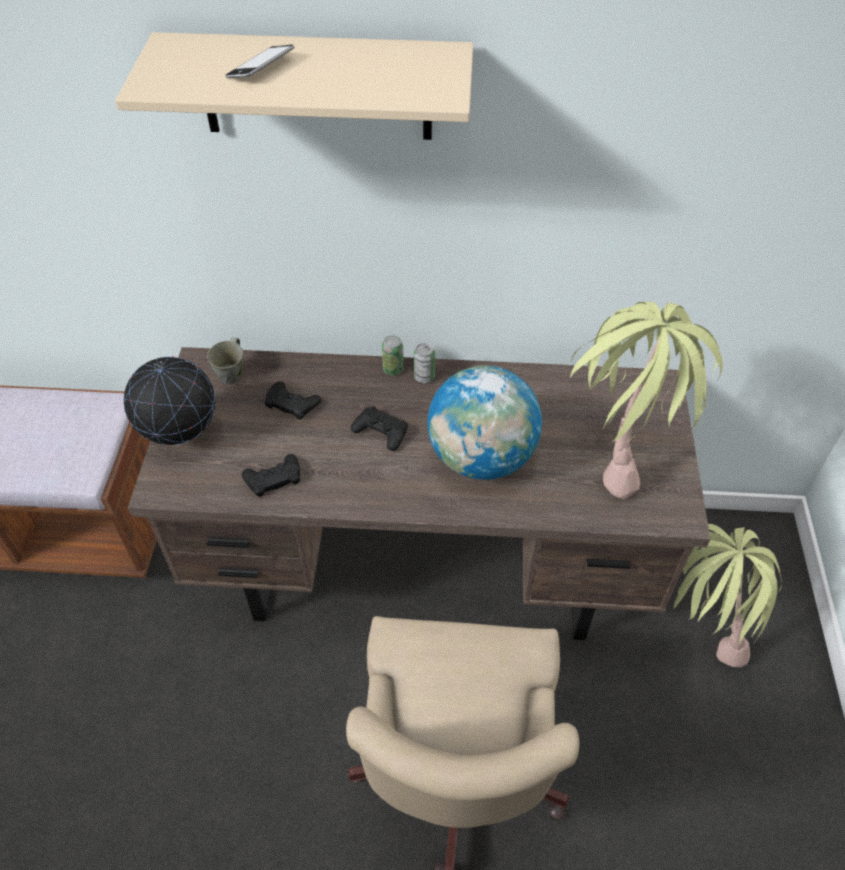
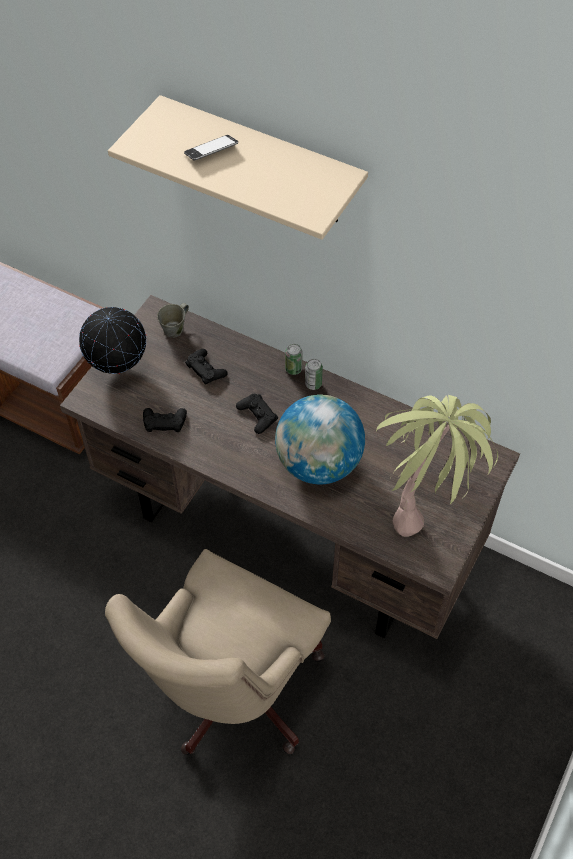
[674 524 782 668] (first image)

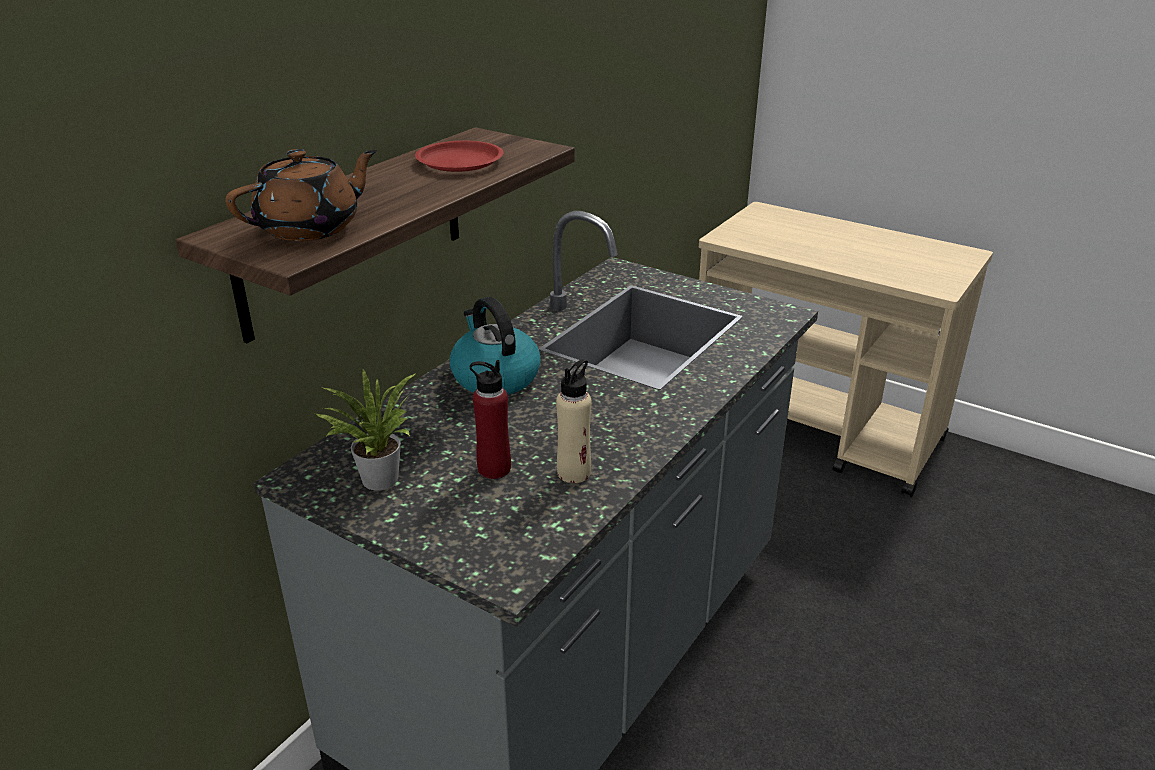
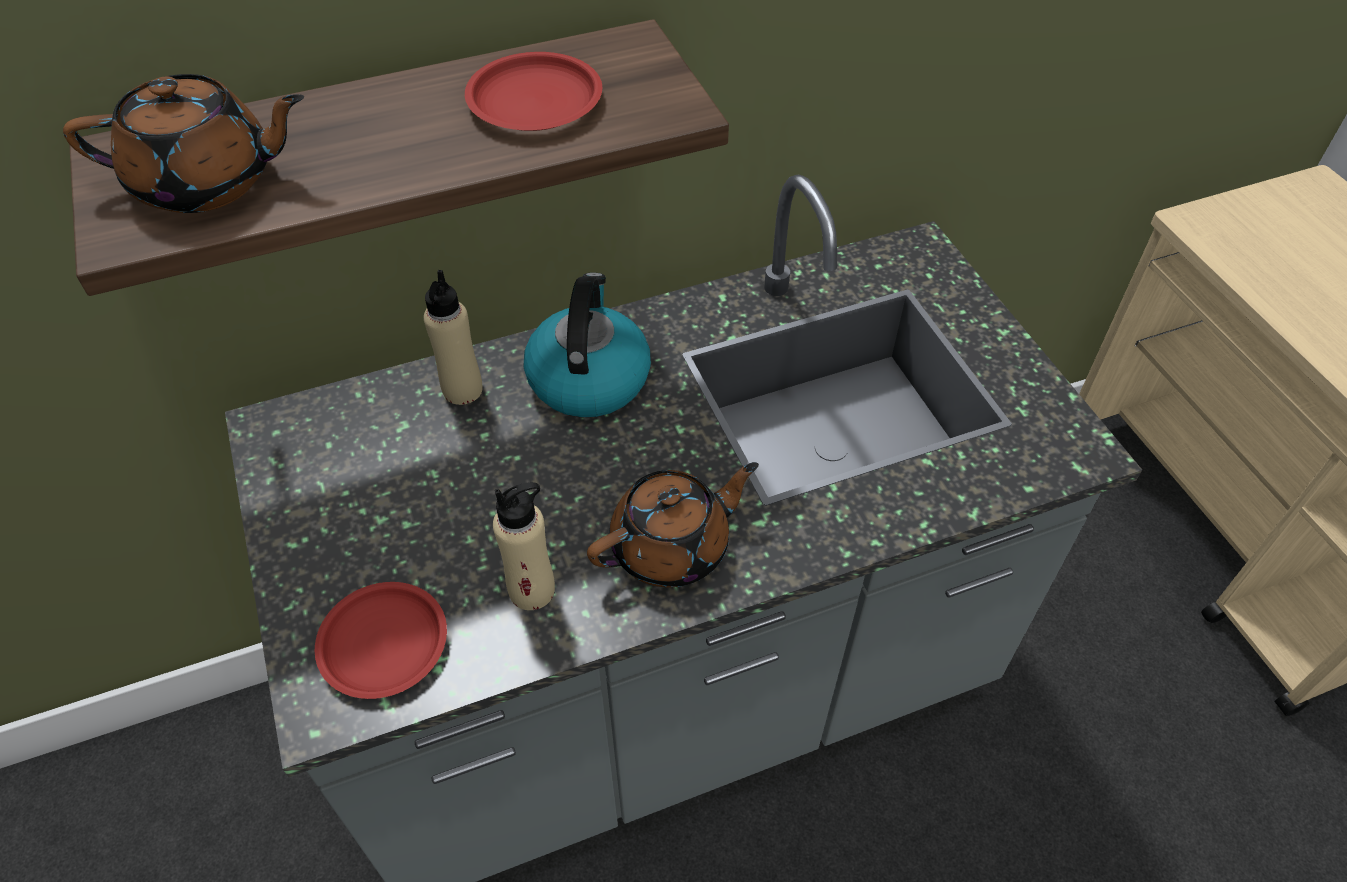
[315 582 447 699]
[424 270 483 405]
[587 462 759 587]
[316 369 415 490] (first image)
[470 360 511 479] (first image)

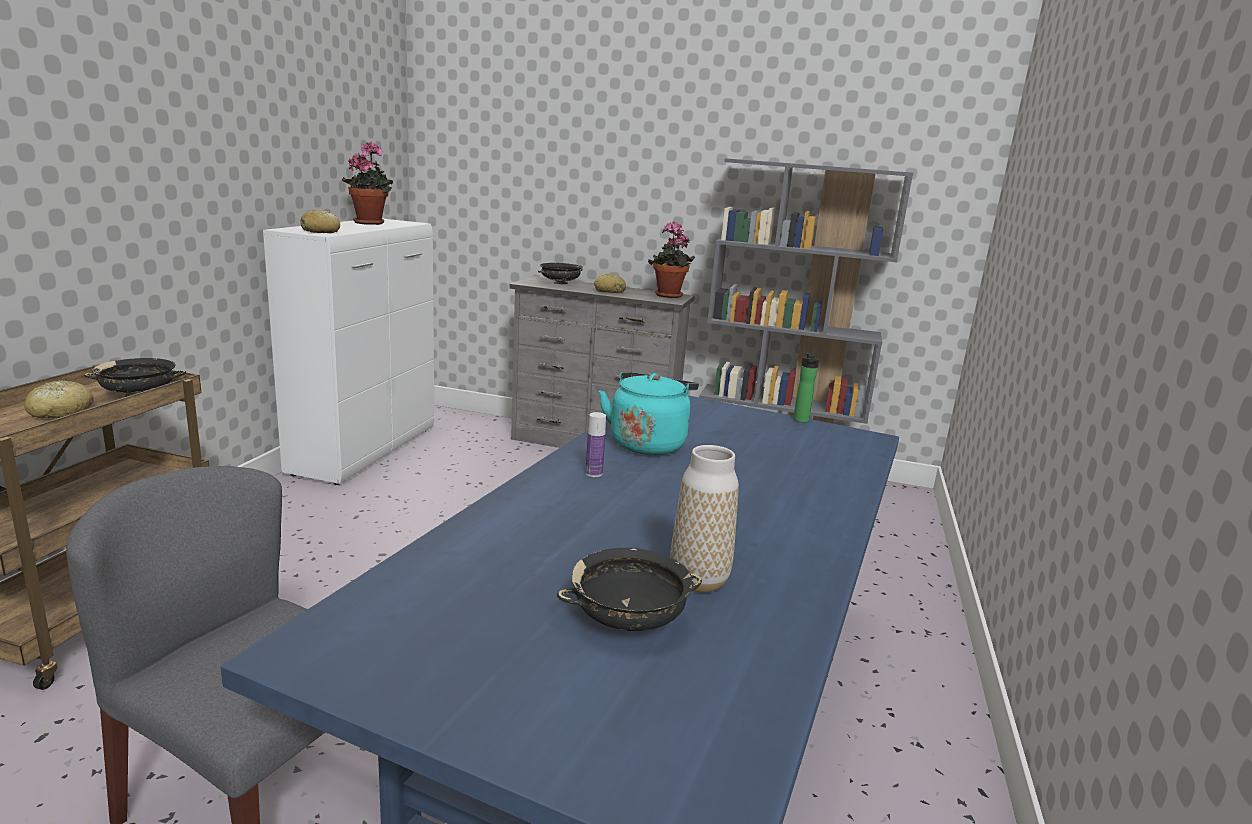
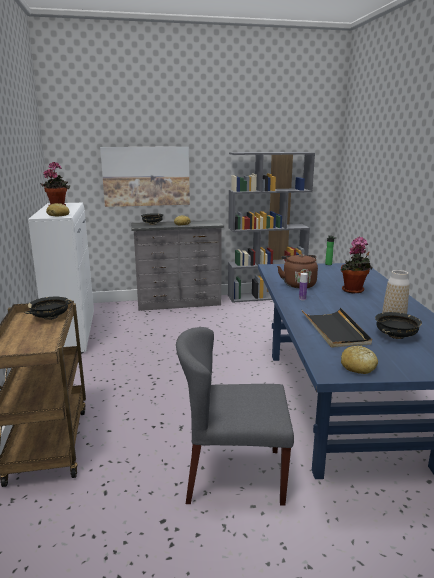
[100 147 190 207]
[277 254 318 288]
[302 308 372 348]
[340 237 372 294]
[341 346 378 374]

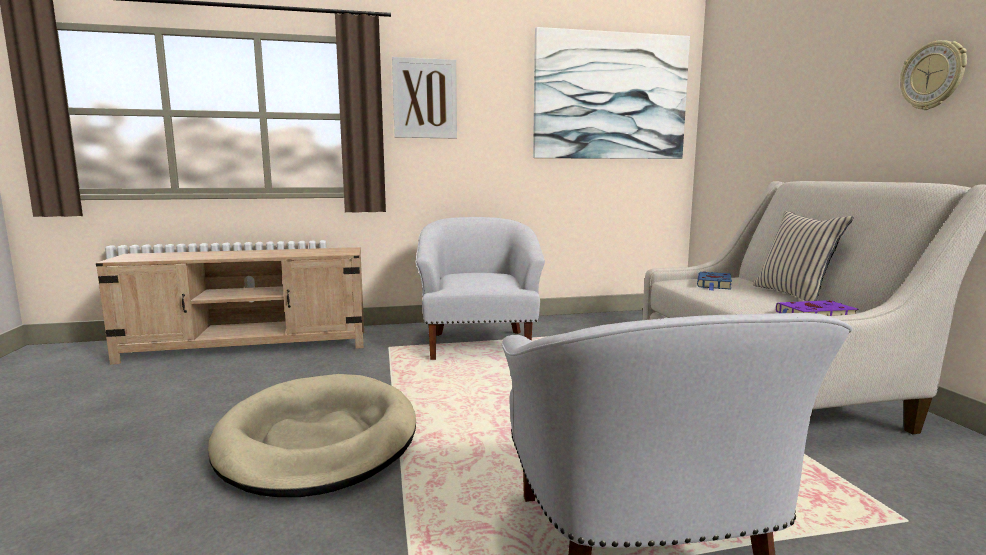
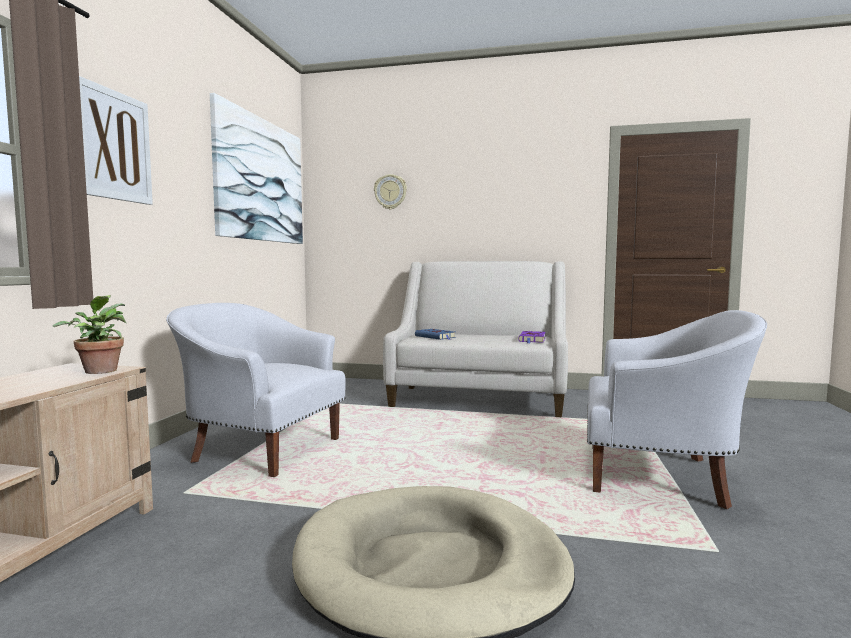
[53 295 126 374]
[374 174 407 210]
[753 211 854 301] (first image)

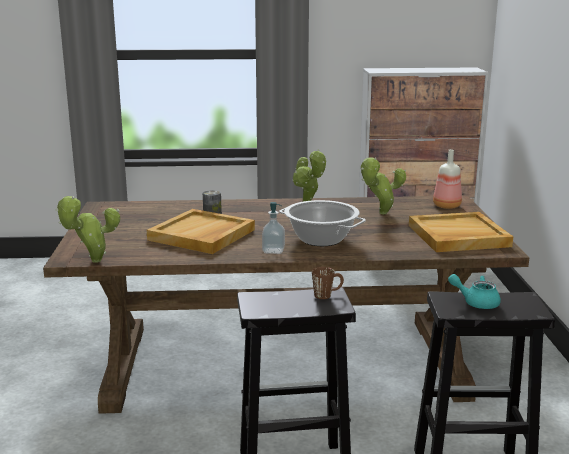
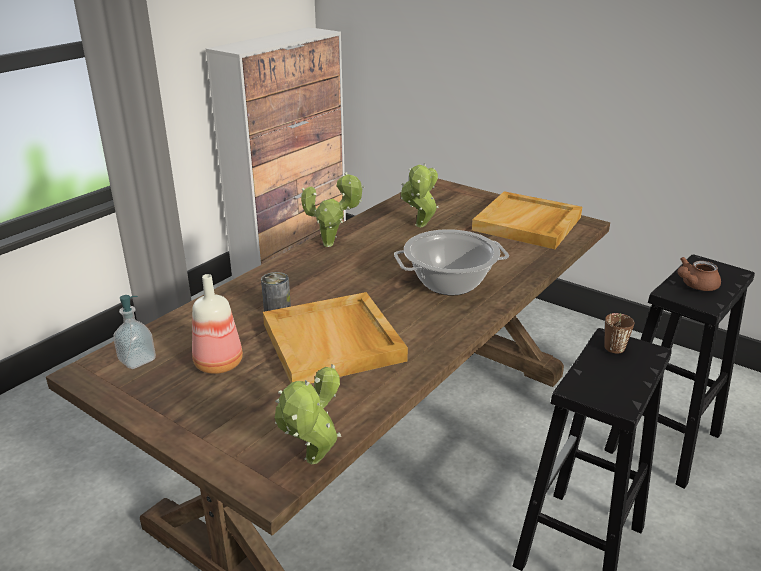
[113 295 156 369]
[192 274 243 374]
[677 257 721 291]

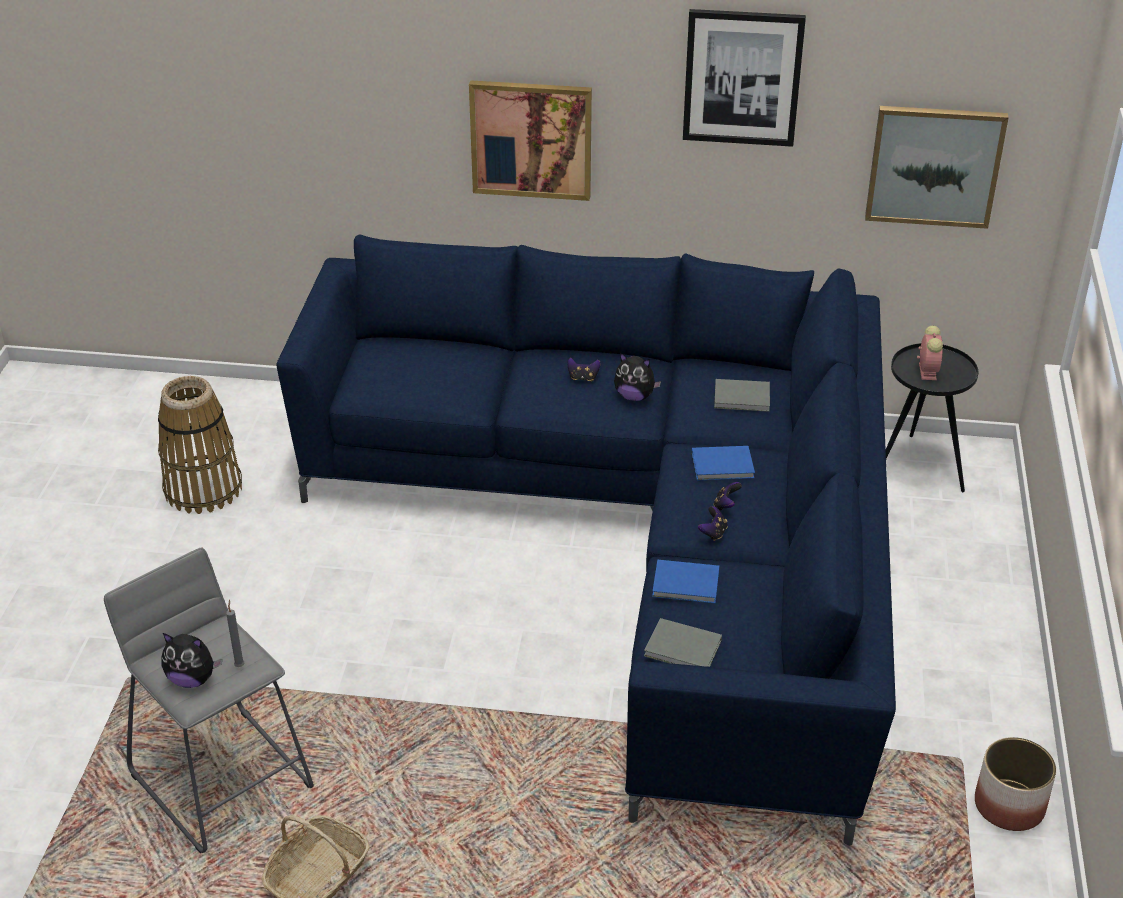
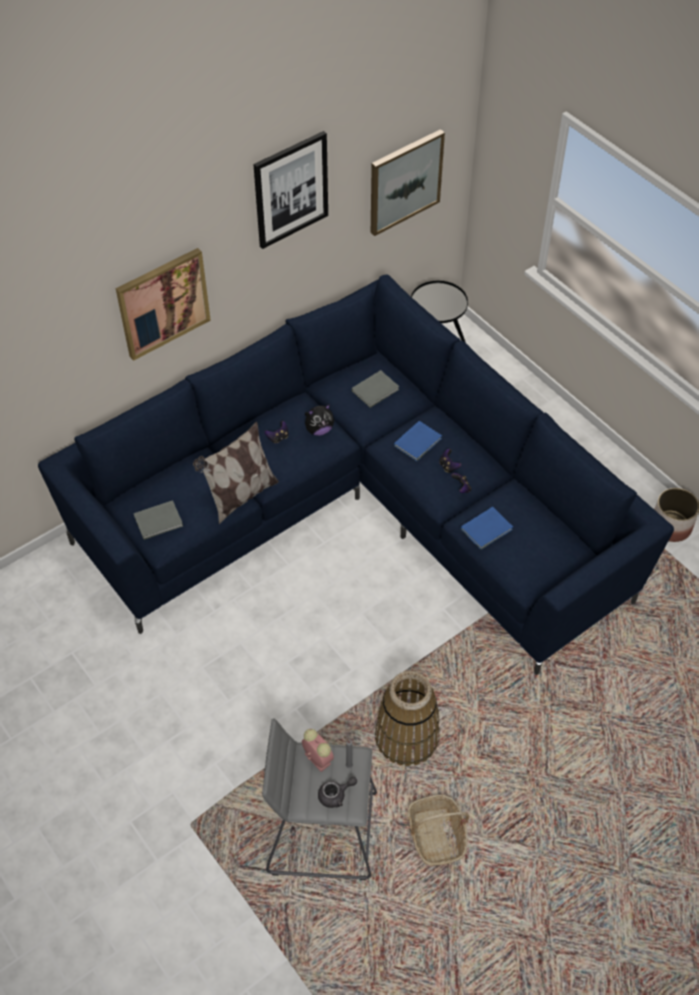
[134 500 183 540]
[193 422 279 524]
[302 729 334 772]
[318 777 357 808]
[375 671 440 766]

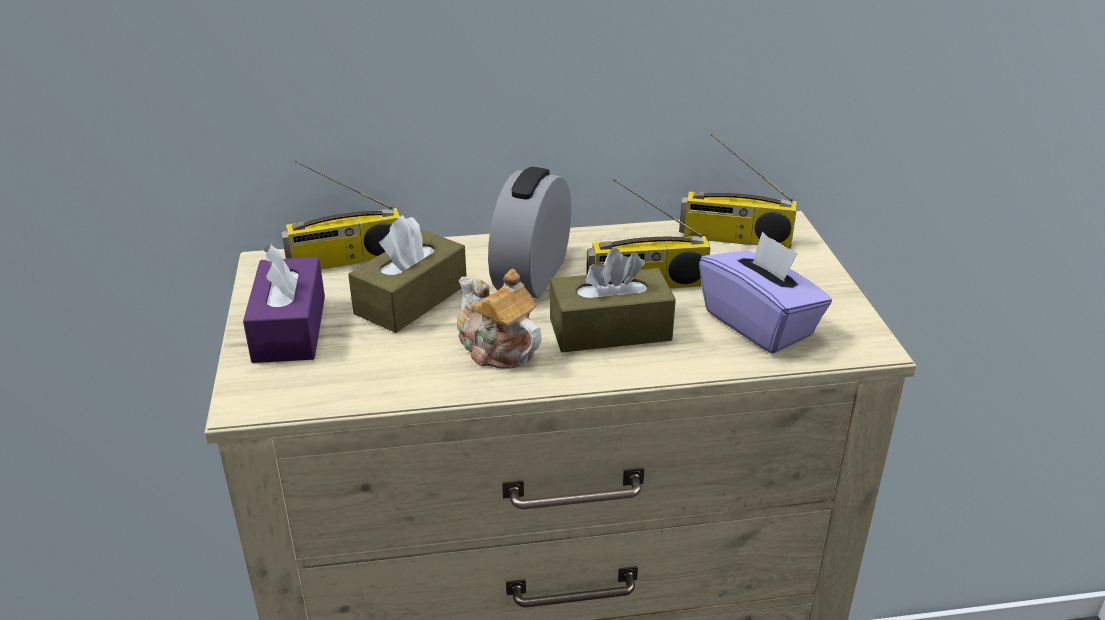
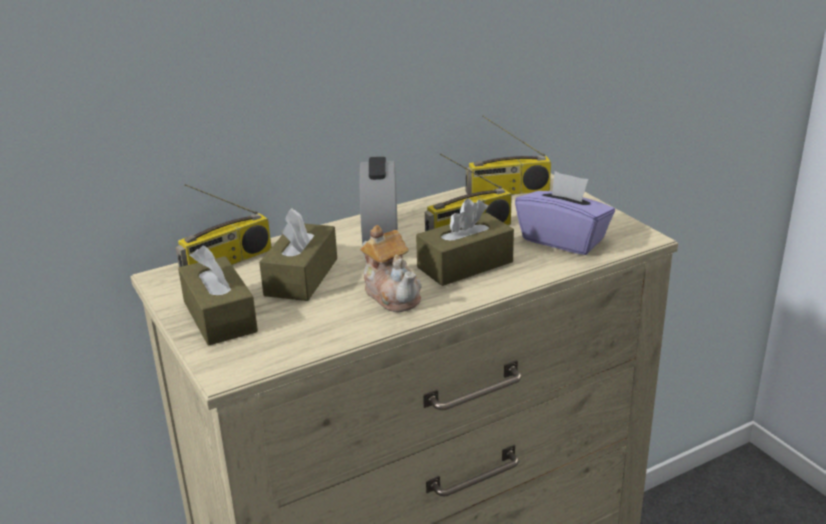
[178 246 258 345]
[360 225 422 312]

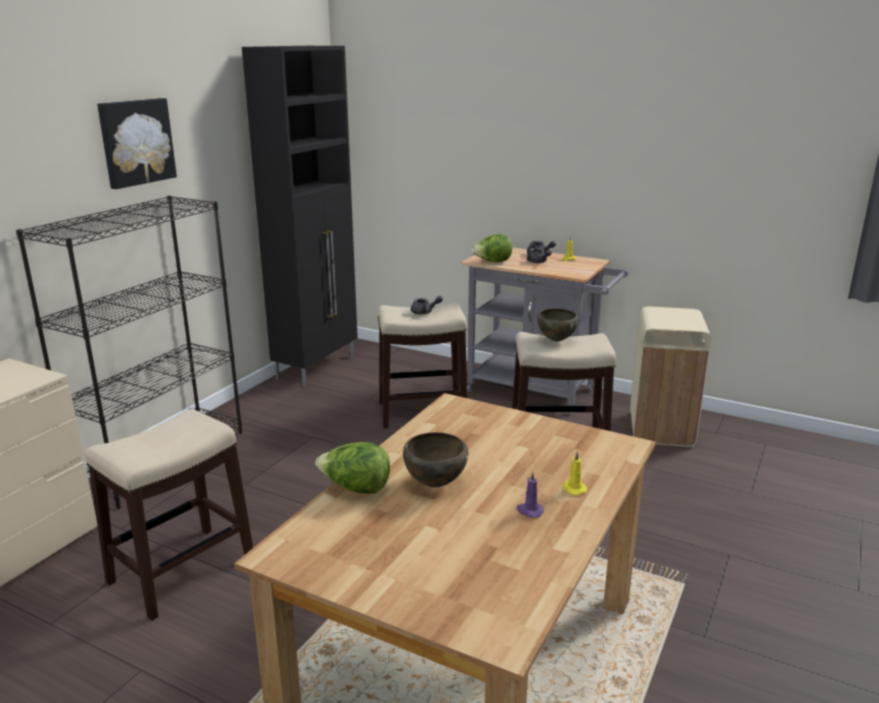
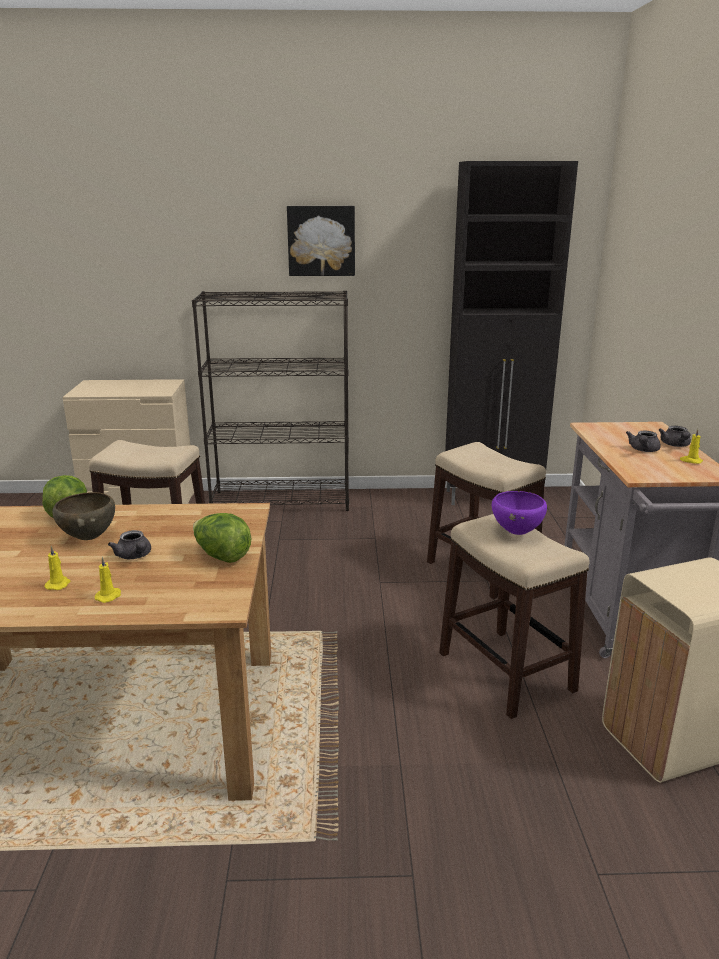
[45 546 70 590]
[108 530 151 559]
[193 513 252 563]
[492 491 547 535]

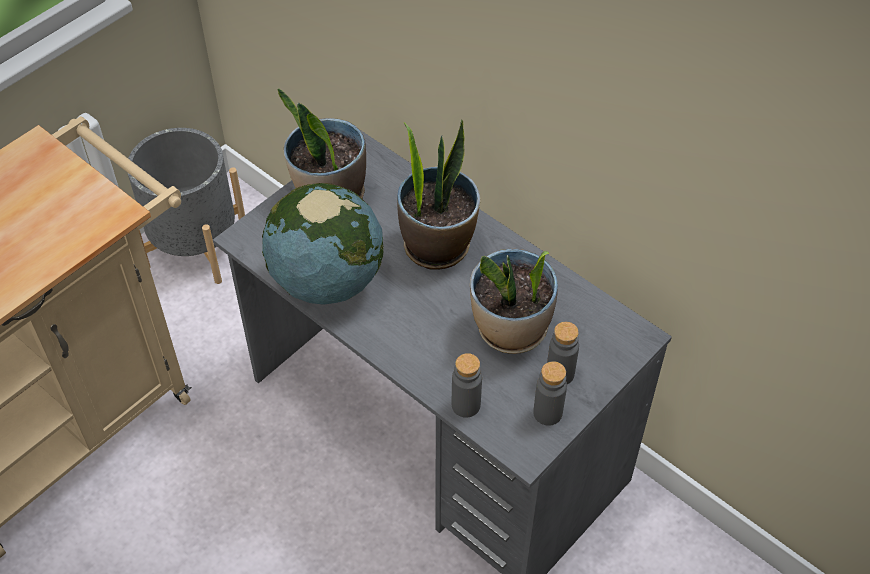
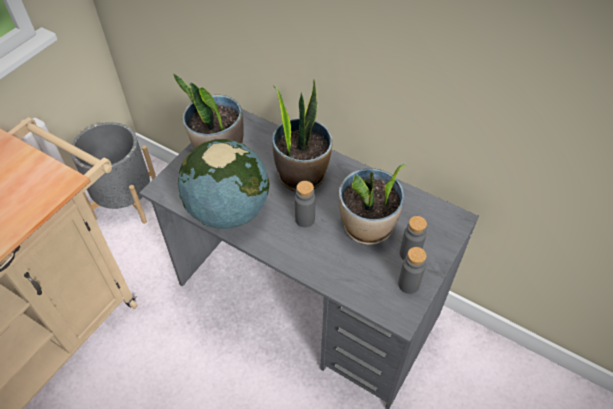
[295 181 315 227]

